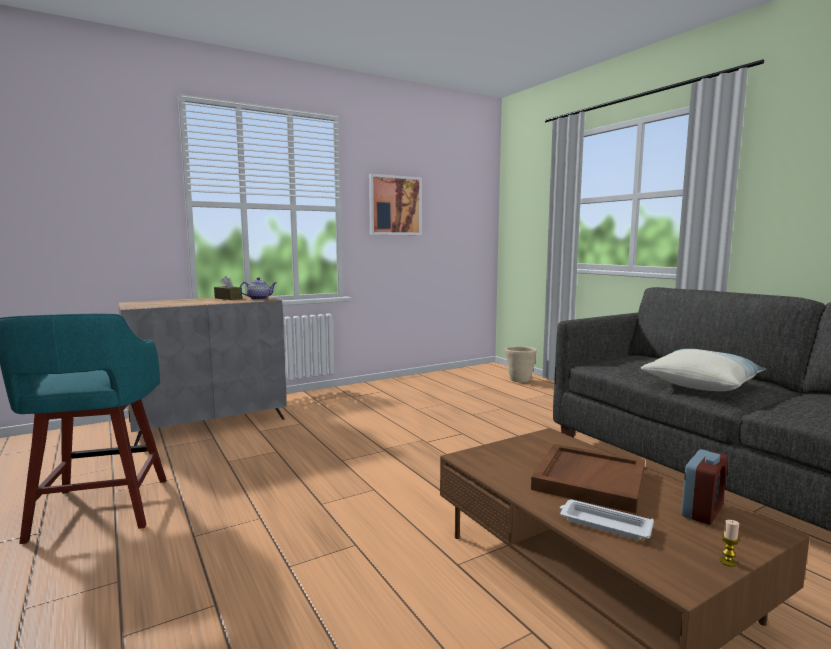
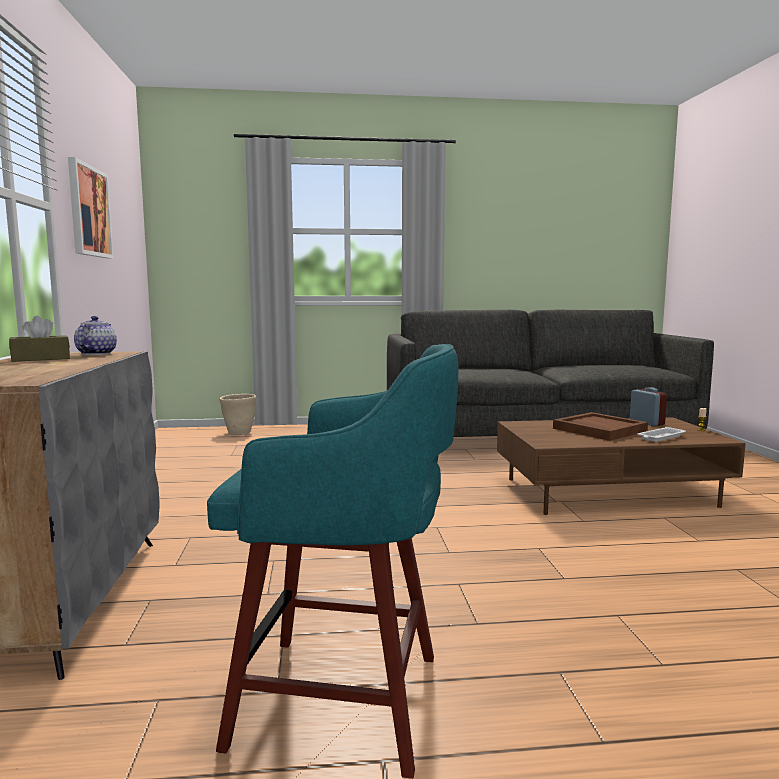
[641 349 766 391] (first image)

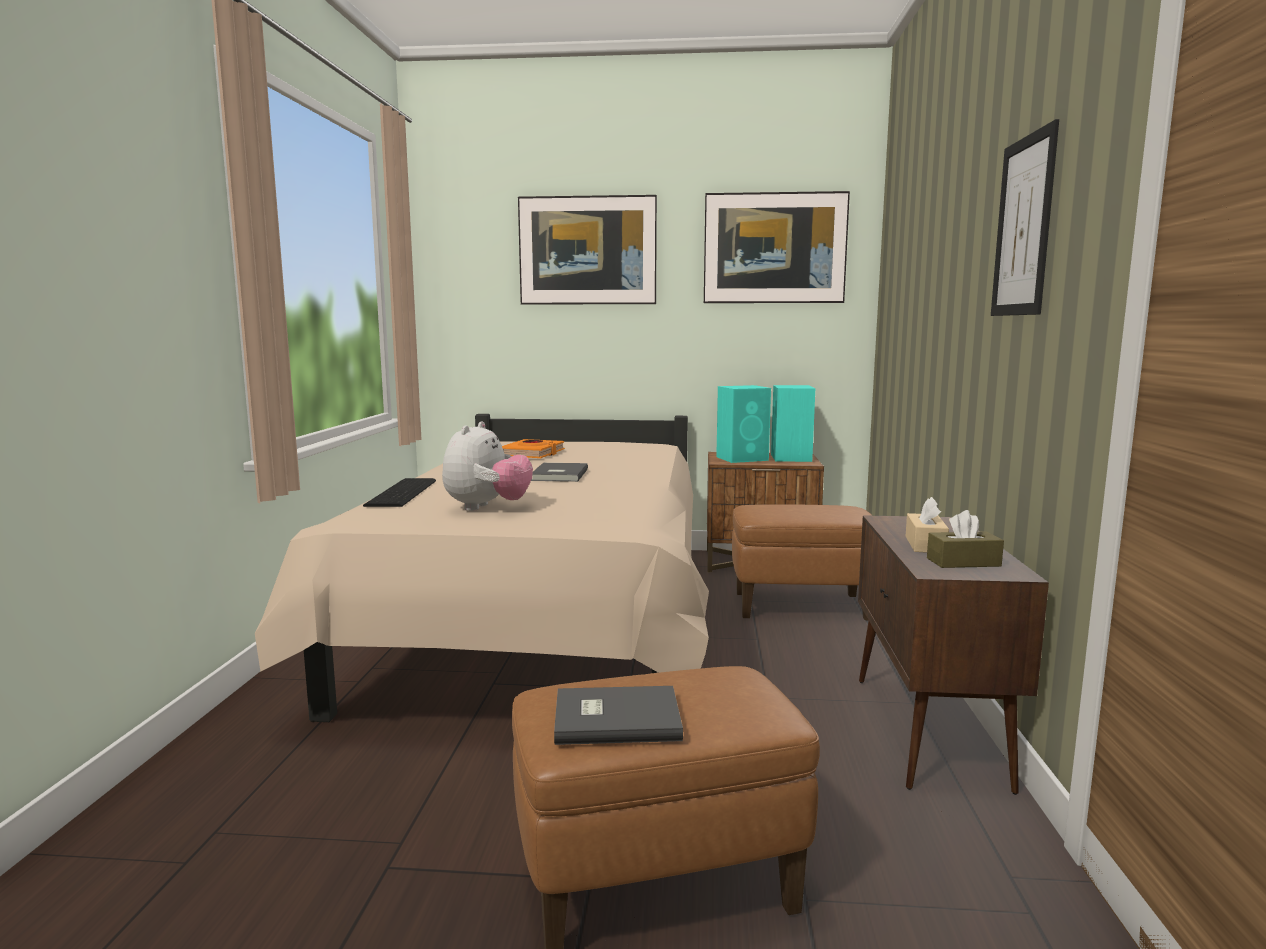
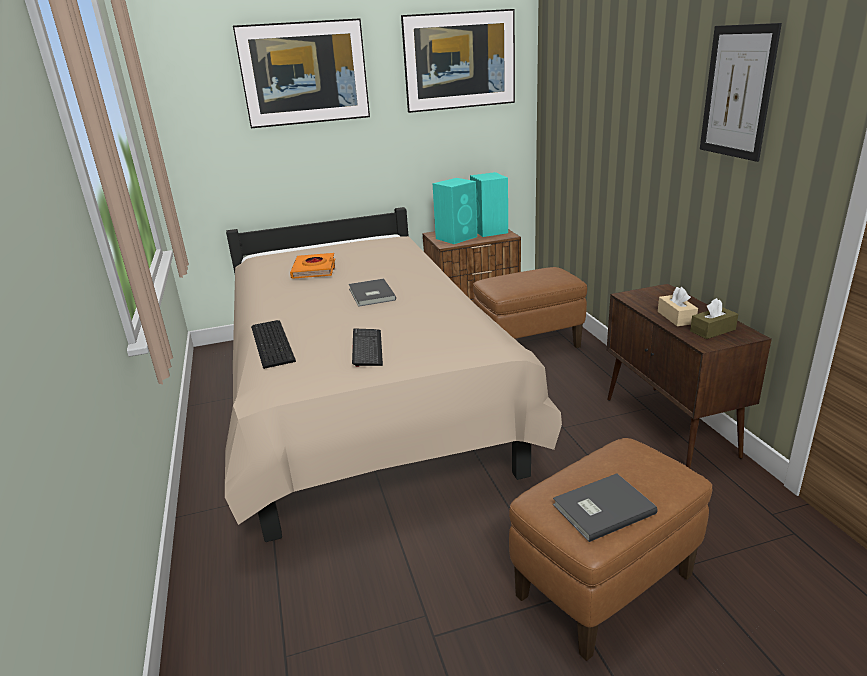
[352 329 383 367]

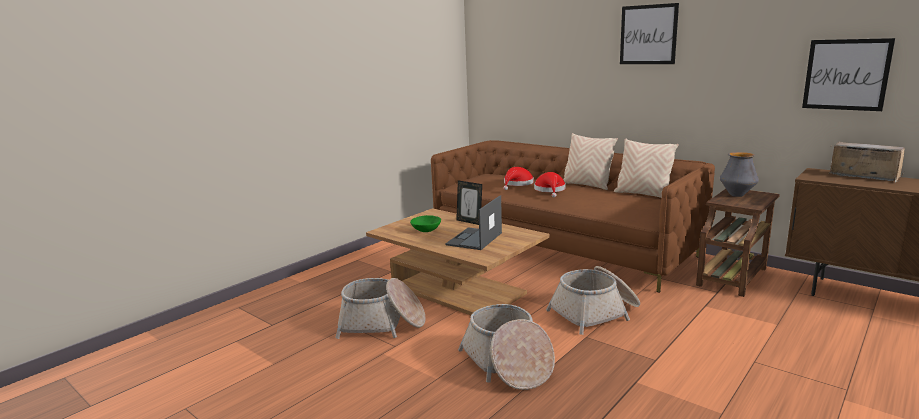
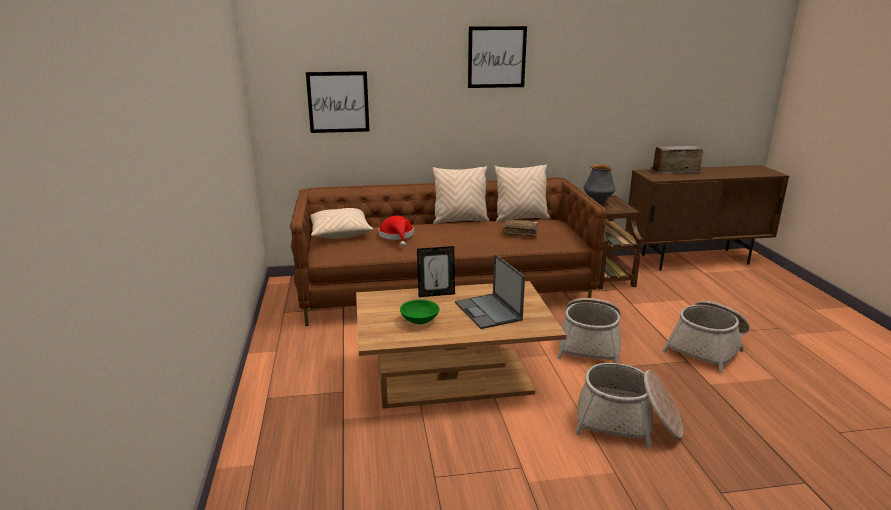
[306 71 369 133]
[311 208 373 239]
[502 219 538 237]
[662 301 749 373]
[534 172 566 197] (first image)

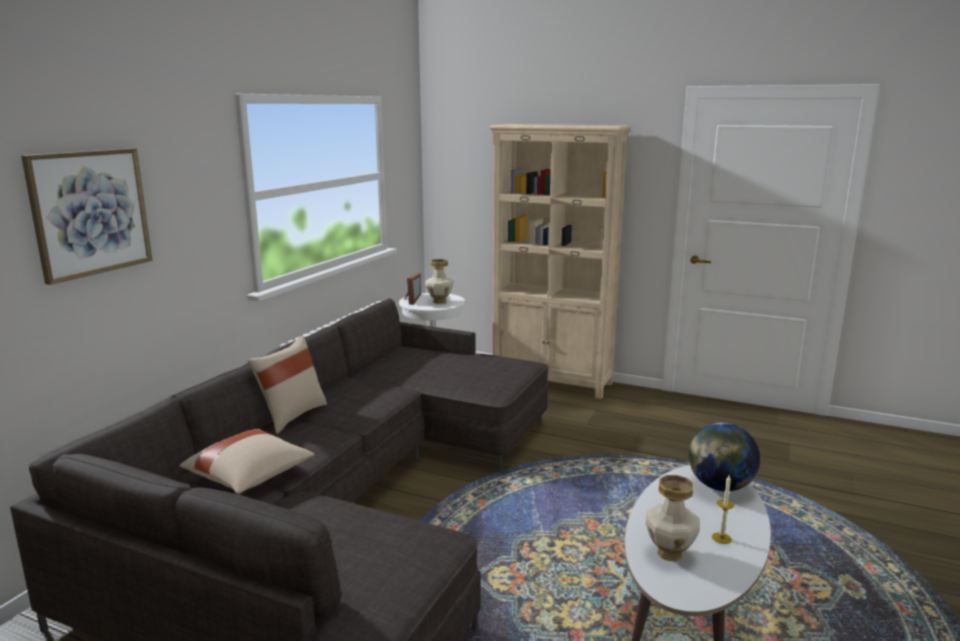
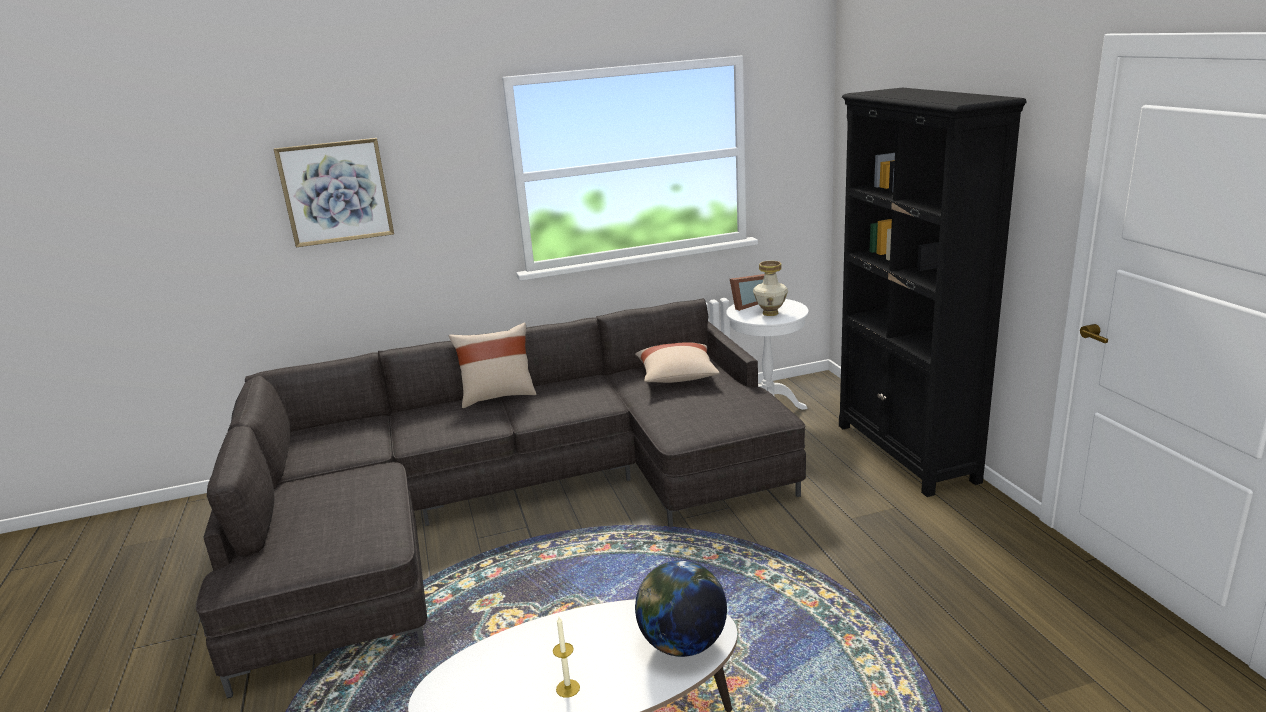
[635 342 720 383]
[839 88 1027 497]
[646 475 700 561] (first image)

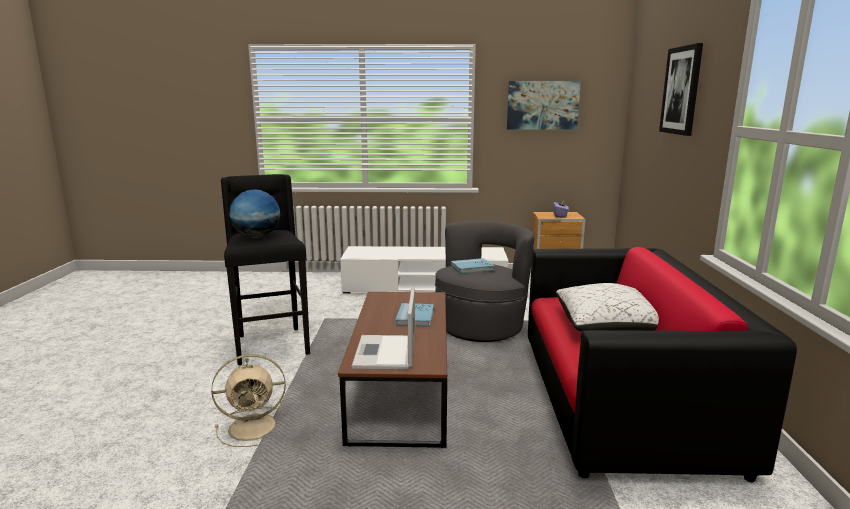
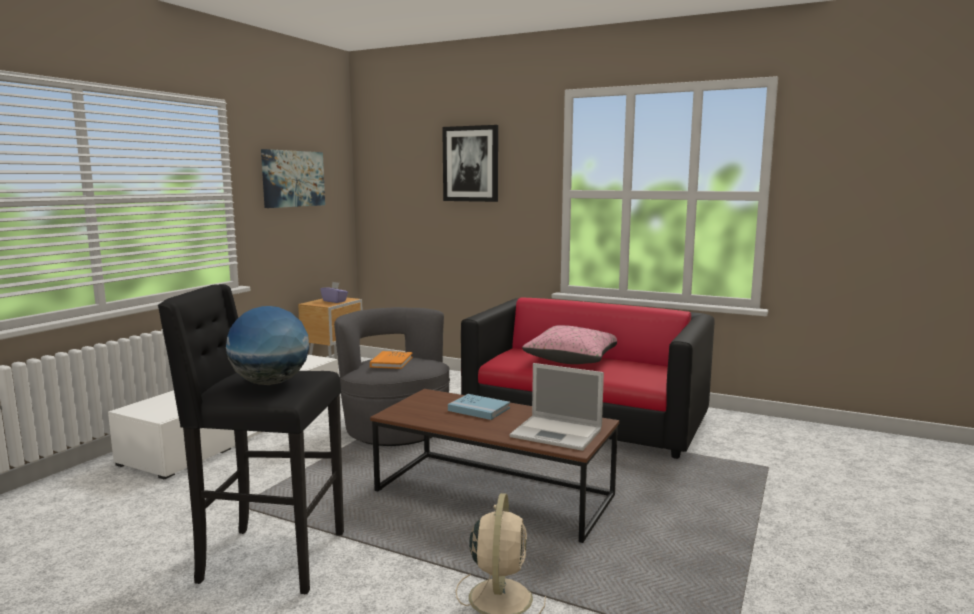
[370 351 413 369]
[522 325 617 364]

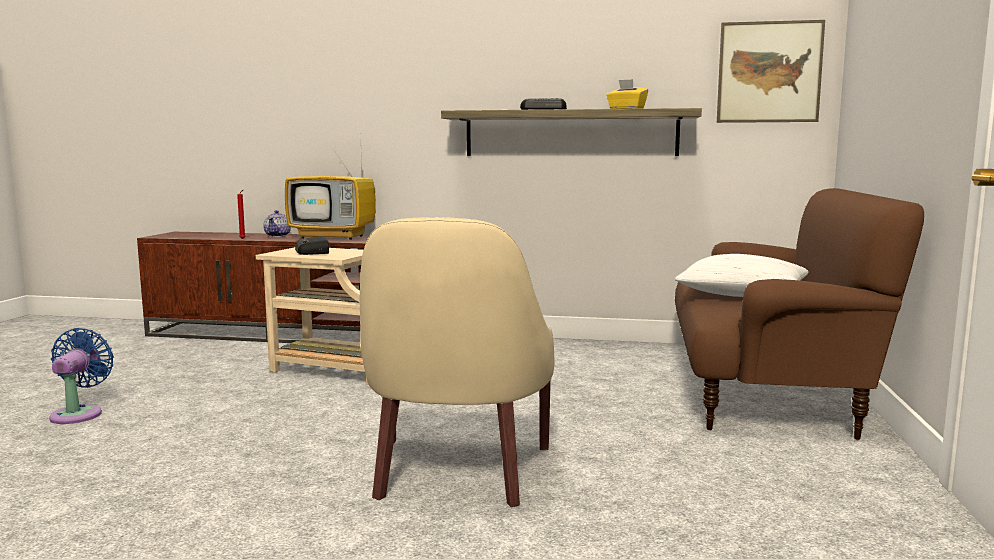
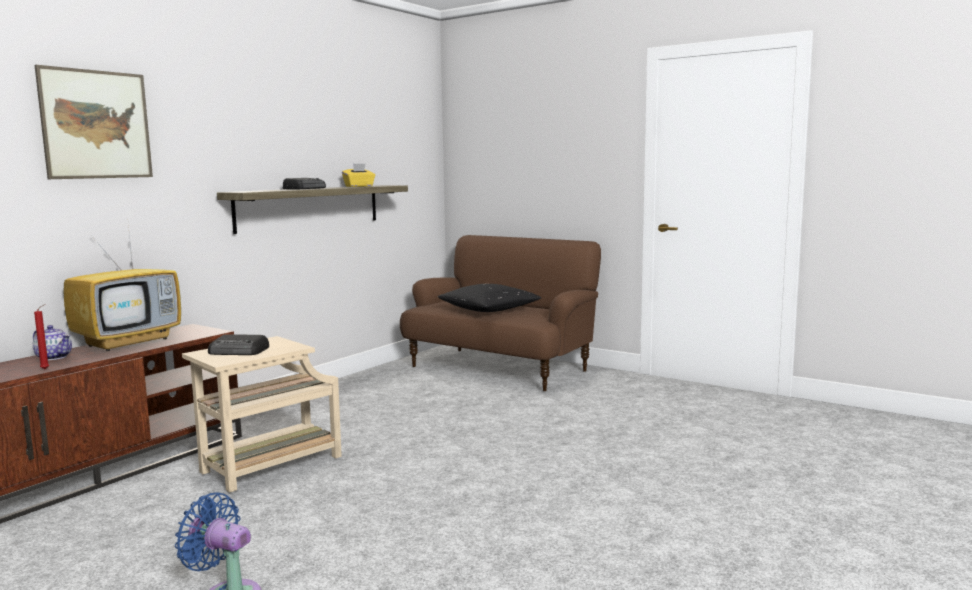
[35 65 153 179]
[438 284 541 312]
[360 217 555 507] (first image)

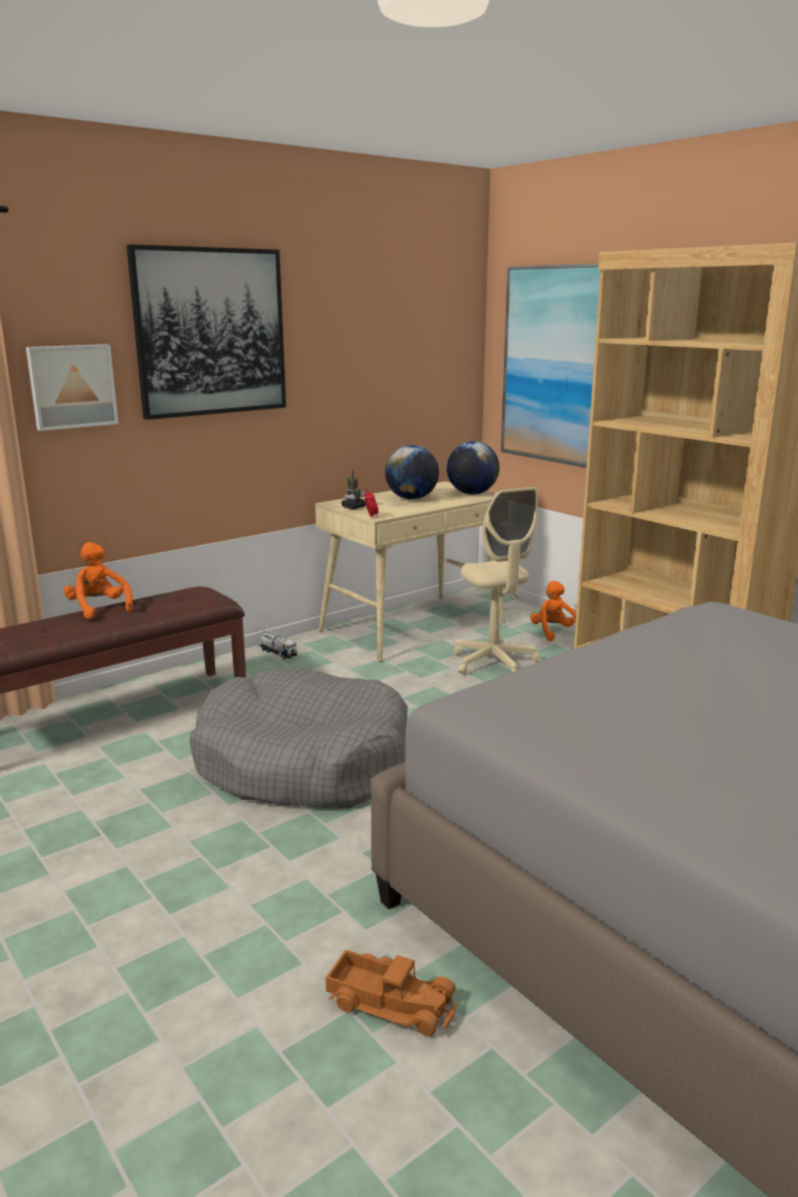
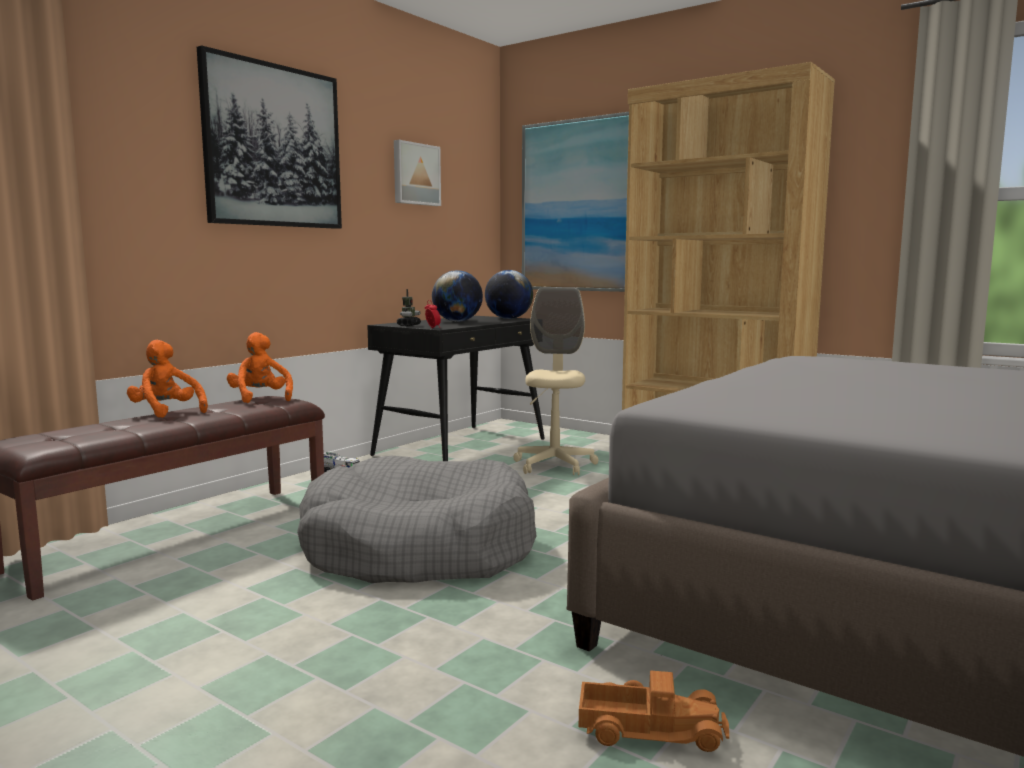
[227 332 293 403]
[367 316 545 461]
[394 140 441 206]
[513 287 599 475]

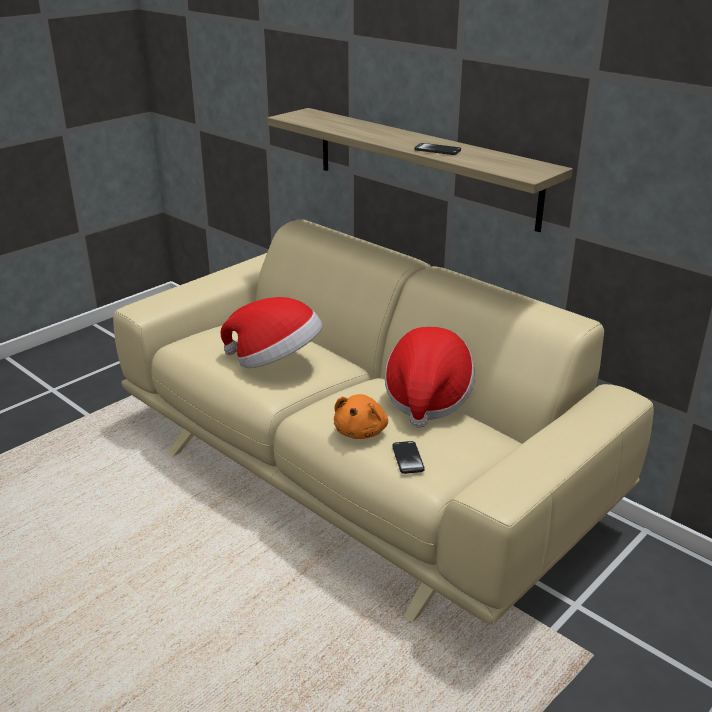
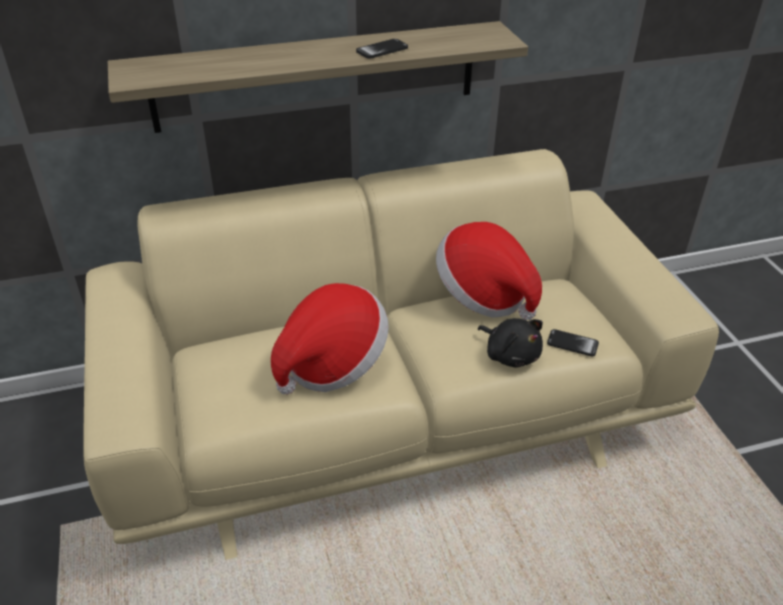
[478 318 543 367]

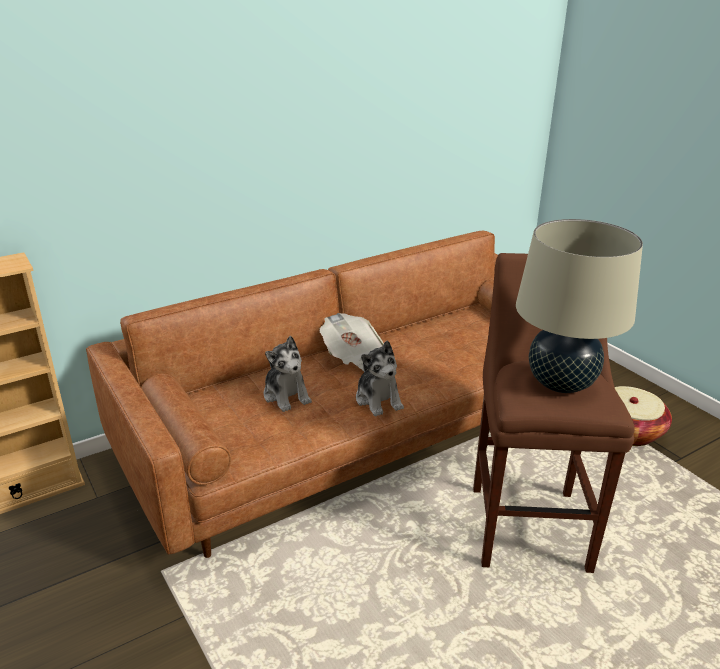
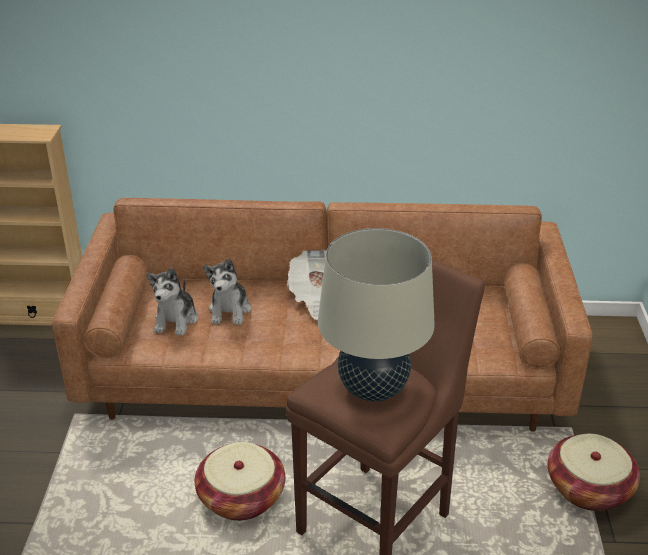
[147 267 198 336]
[195 442 285 521]

